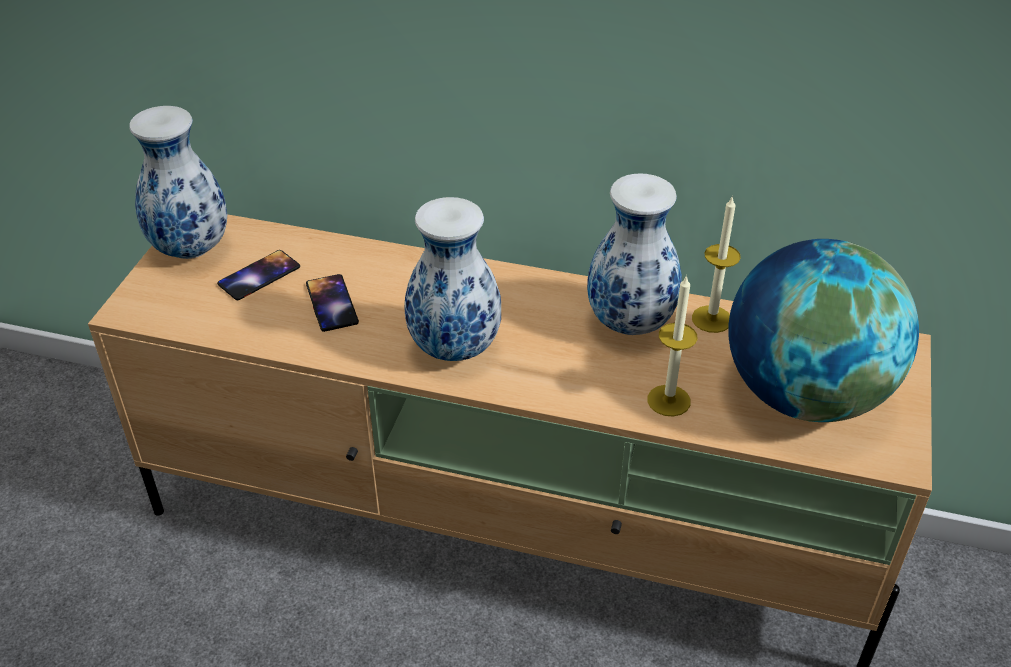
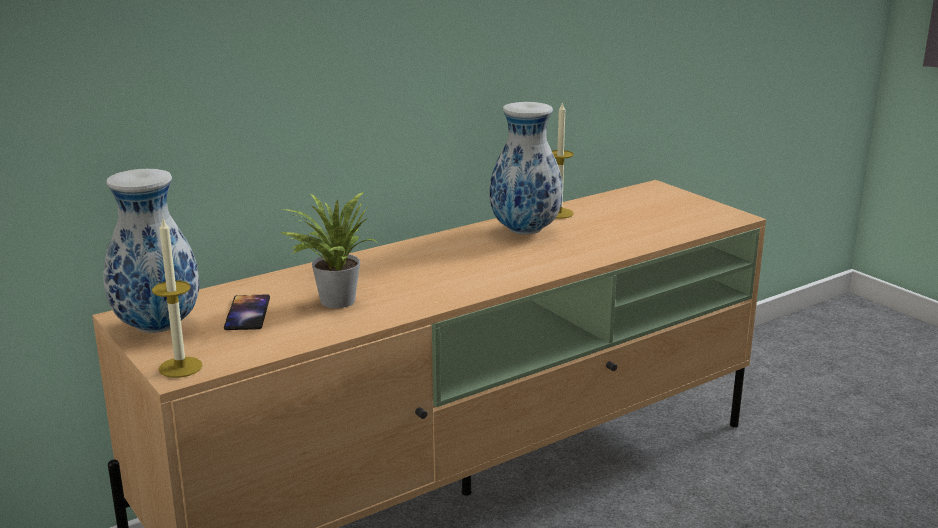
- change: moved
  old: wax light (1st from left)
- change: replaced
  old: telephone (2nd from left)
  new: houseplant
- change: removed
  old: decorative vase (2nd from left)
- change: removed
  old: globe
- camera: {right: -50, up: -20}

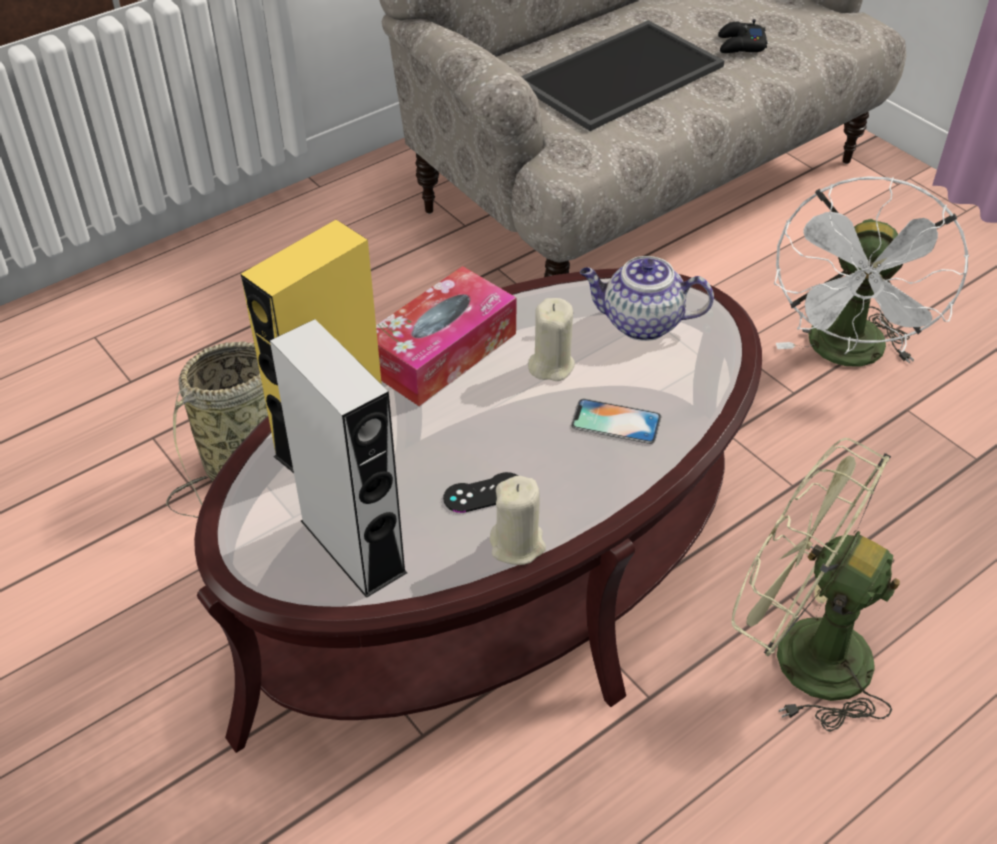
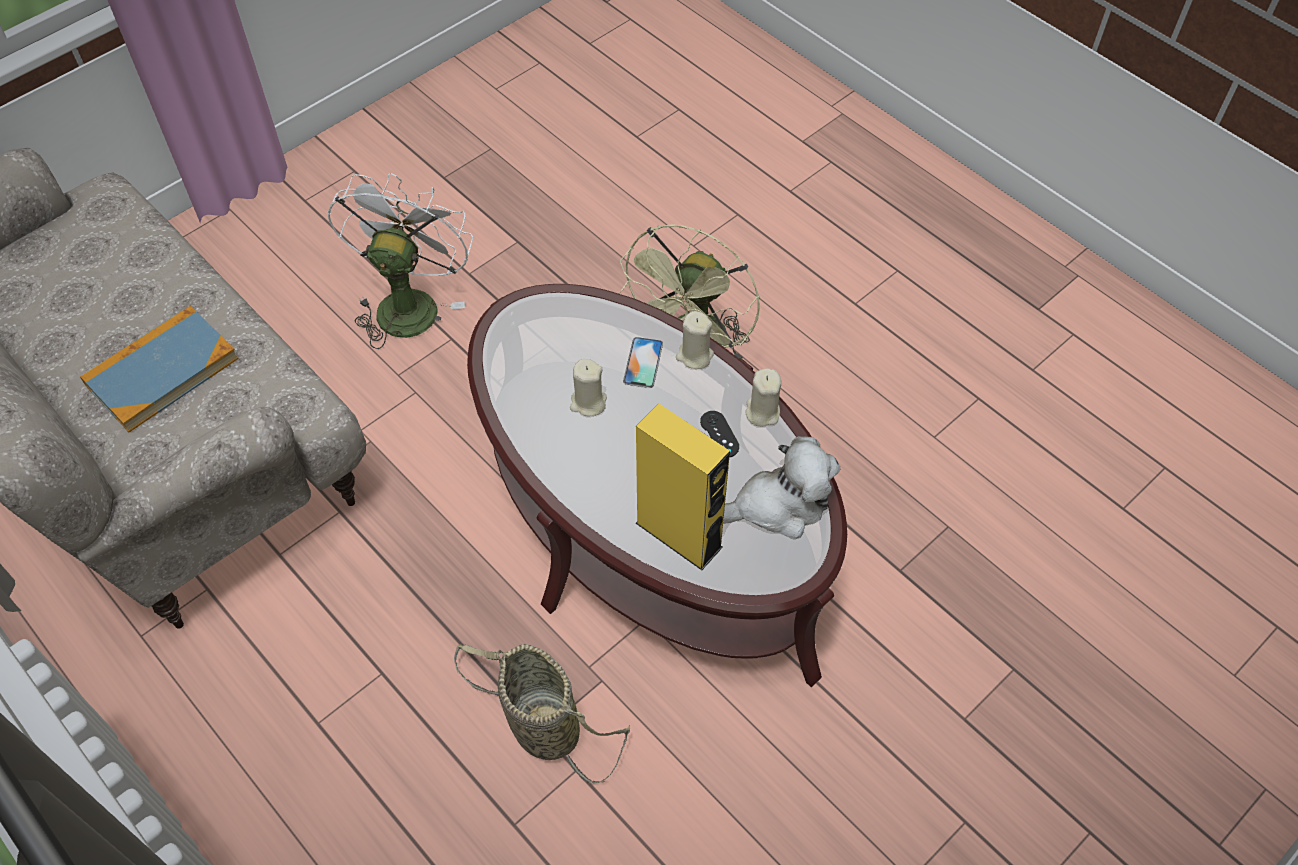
- change: replaced
  old: carrying tray
  new: bound book
- change: turned
  old: electric fan in white-coloured
  degrees: -90
- change: added
  new: wax light in beige (2nd from left)
- change: replaced
  old: speaker in grey
  new: plush toy
- change: removed
  old: tissue box
- change: removed
  old: teapot
- change: removed
  old: joypad in blackish (2nd from left)
- camera: {right: -95, up: 10}

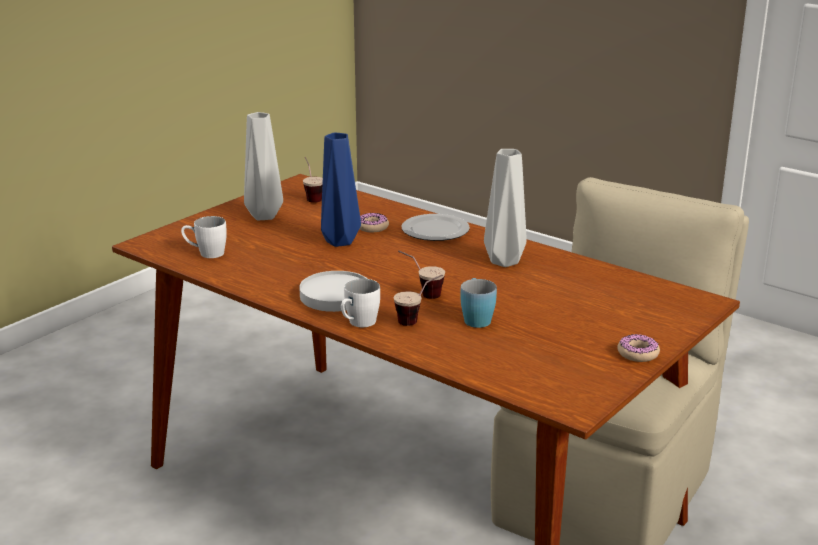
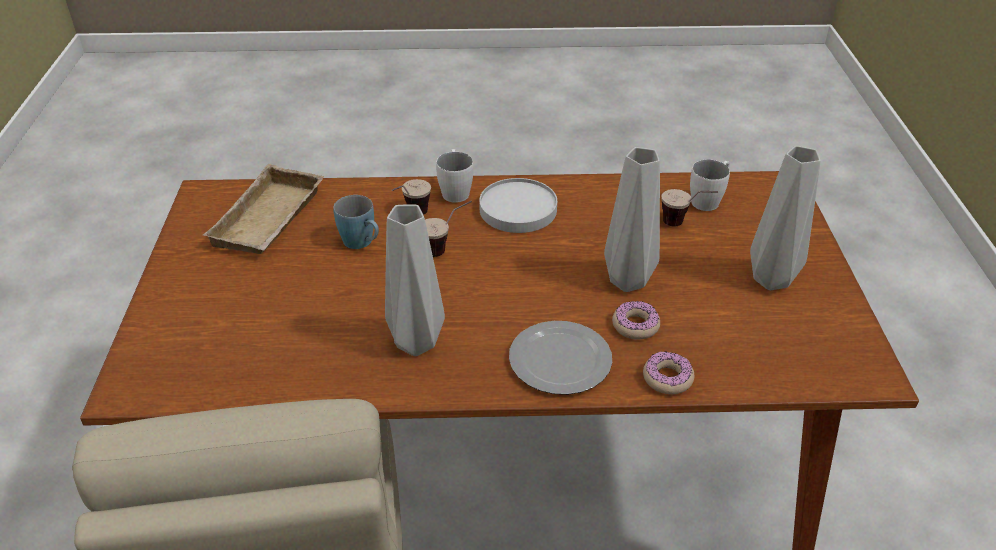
- change: added
  new: carrying tray in beige
- change: recoloured
  old: decorative vase in blue-coloured
  new: decorative vase in grey (2nd from left)
- change: moved
  old: ring doughnut (2nd from left)
- change: moved
  old: drinking cup (1st from left in the first image)
  new: drinking cup (3rd from left)
- camera: {right: 140, up: 15}

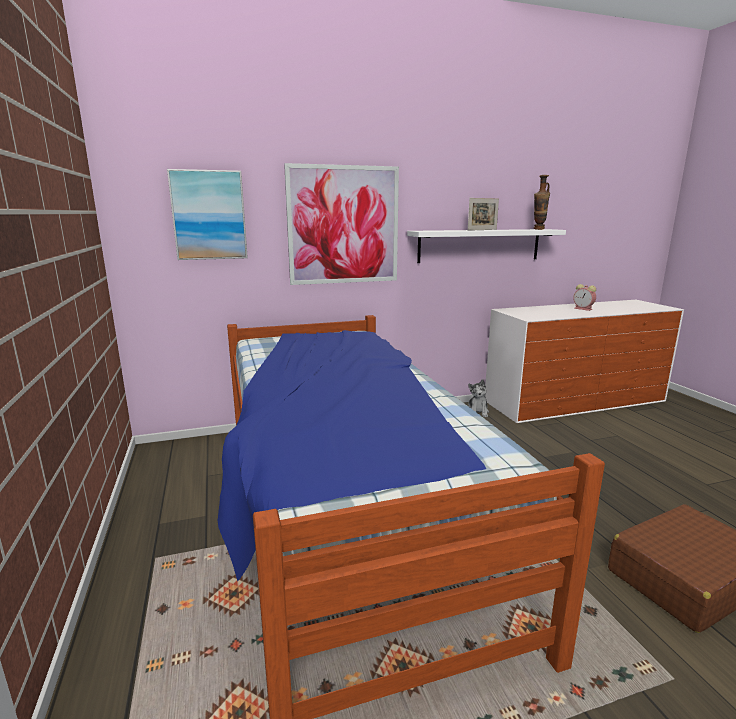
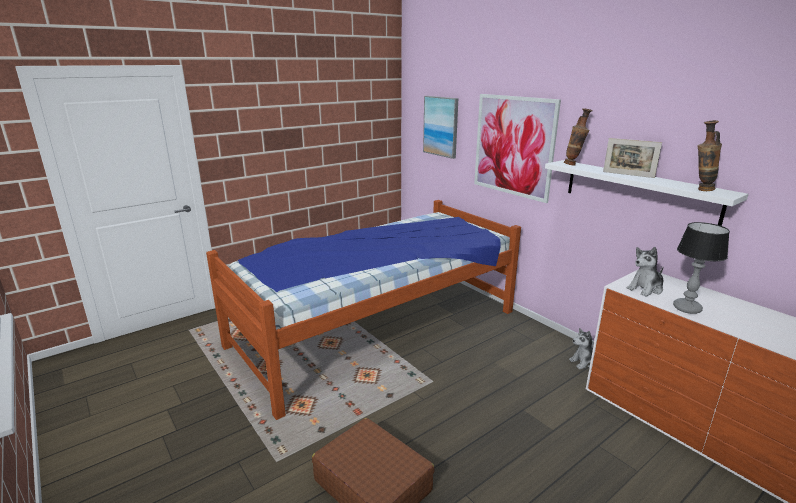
- change: added
  new: decorative vase (1st from left)
- change: added
  new: plush toy (2nd from left)
- change: added
  new: lamp for a table
- change: removed
  old: bedside clock
- camera: {right: 70, up: 5}

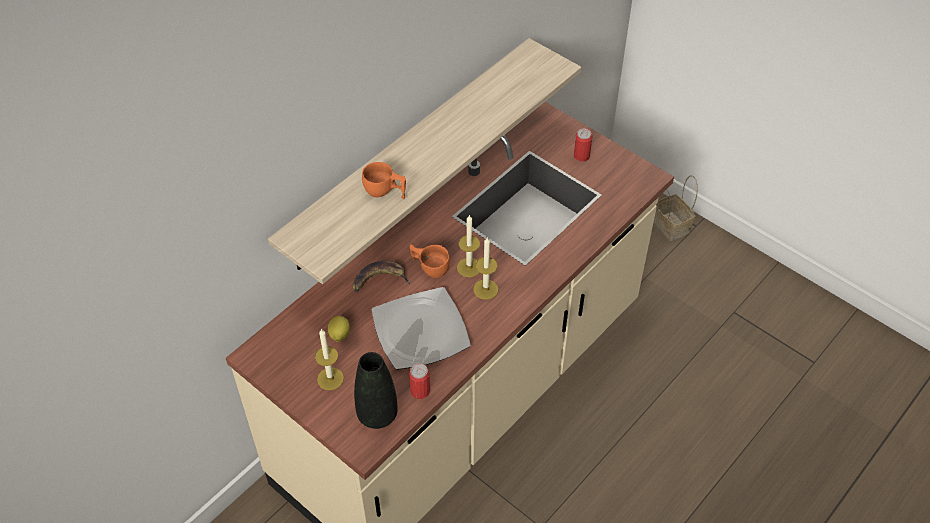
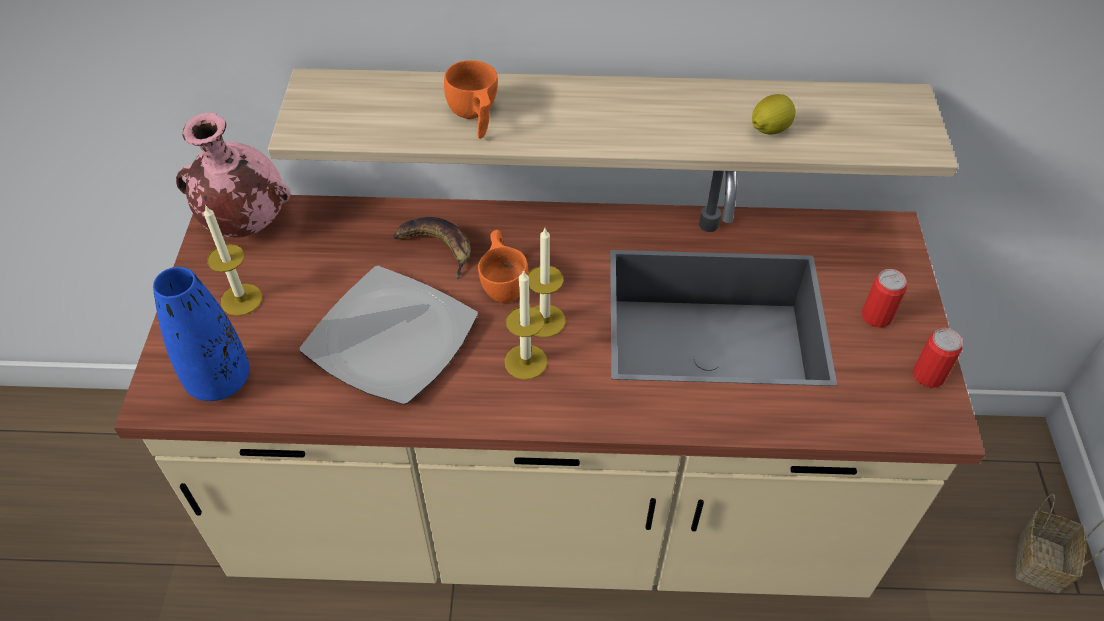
- change: recoloured
  old: decorative vase in blackish
  new: decorative vase in blue-coloured
- change: added
  new: decorative vase in pink-coloured
- change: moved
  old: lemon
- change: moved
  old: metal can (1st from left in the first image)
  new: metal can (2nd from left)
- camera: {right: 50, up: 0}

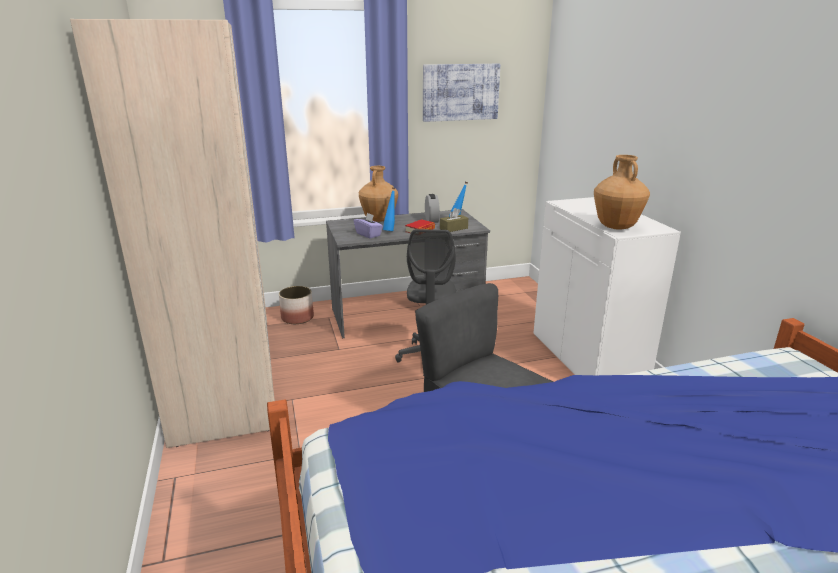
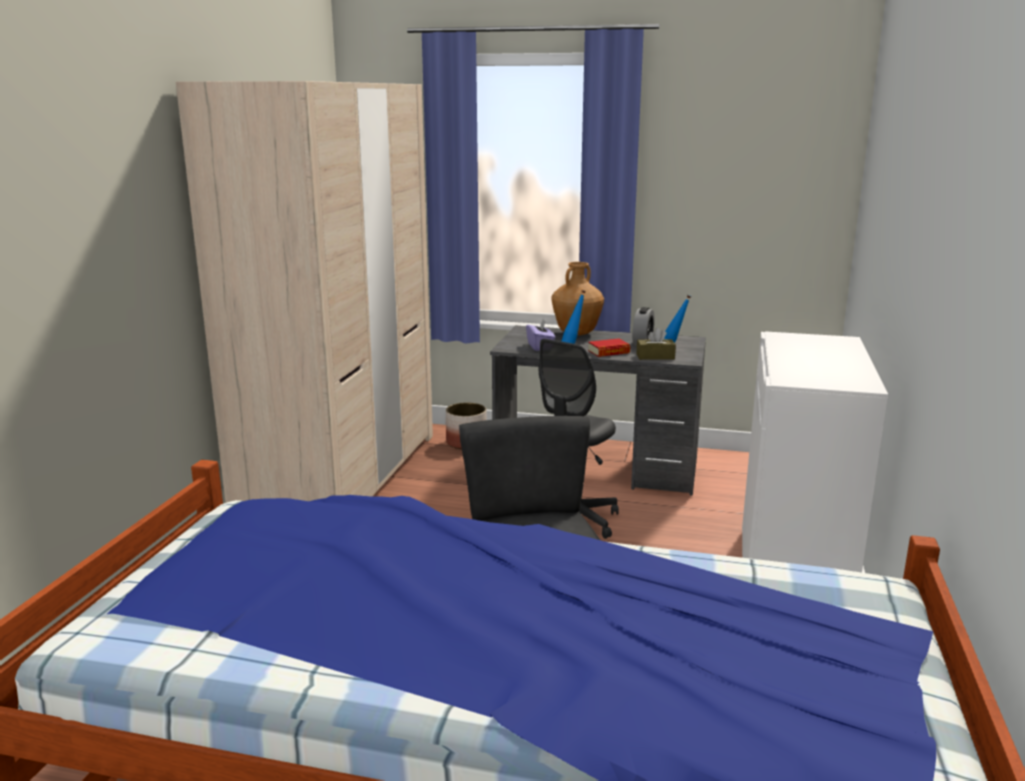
- change: removed
  old: wall picture
- change: removed
  old: decorative vase in brown (2nd from left)
- camera: {right: 30, up: -5}

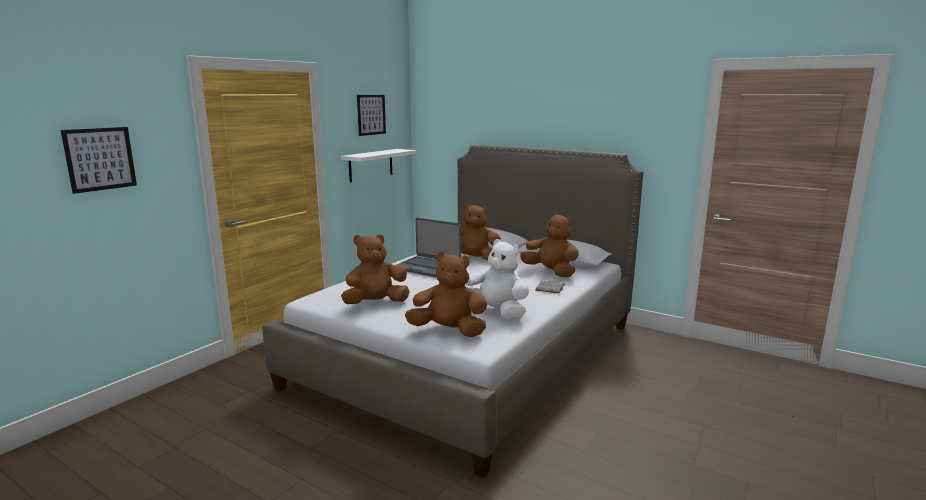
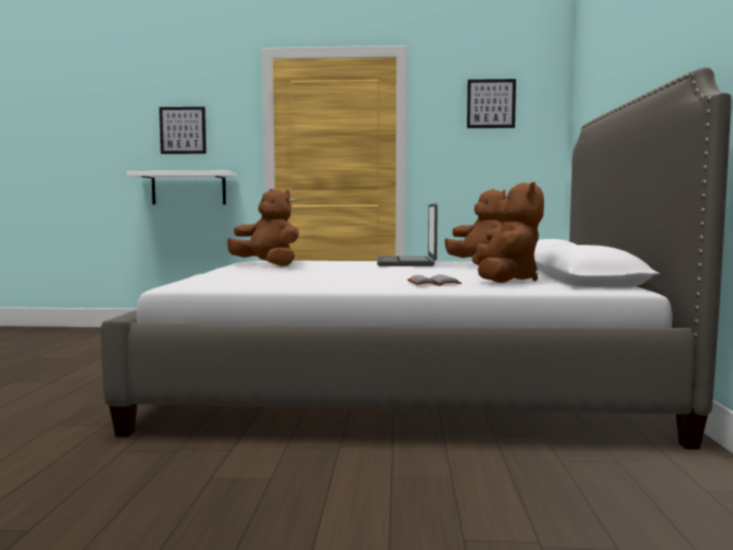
- change: moved
  old: wall shelf in white-coloured
- change: removed
  old: plush toy in brown (2nd from left)
- change: removed
  old: plush toy in white-coloured
- camera: {right: 60, up: -10}

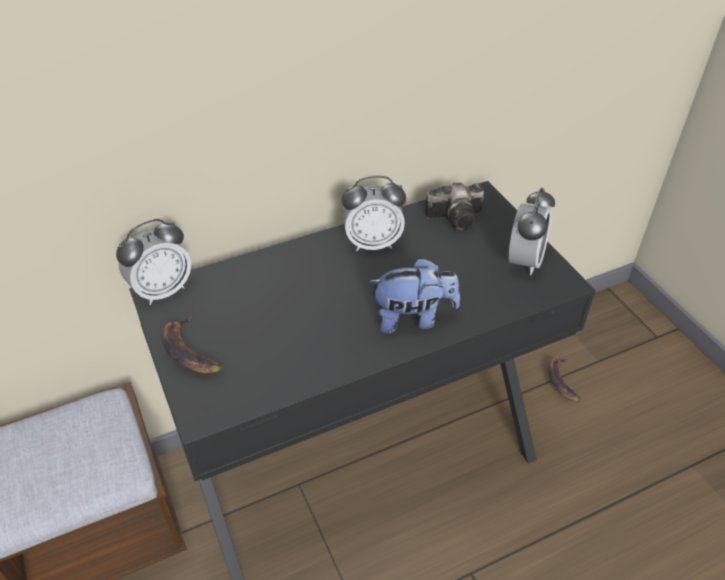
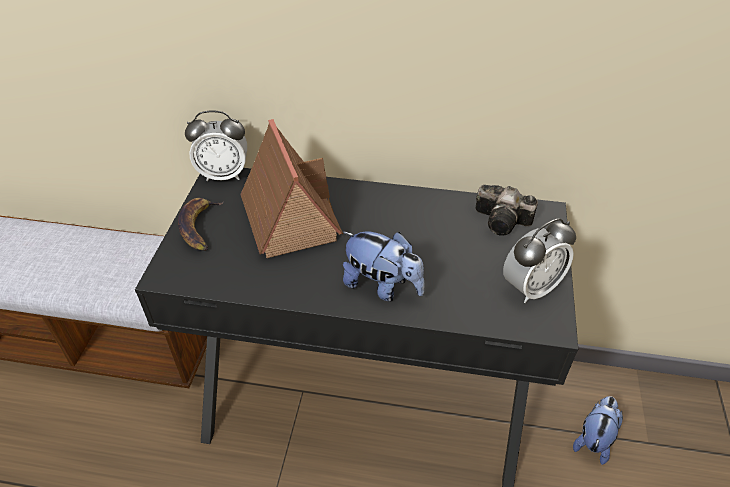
- change: added
  new: miniature house
- change: replaced
  old: whole banana (2nd from left)
  new: plush toy (2nd from left)
- change: removed
  old: bedside clock (2nd from left)
- camera: {right: 35, up: 0}

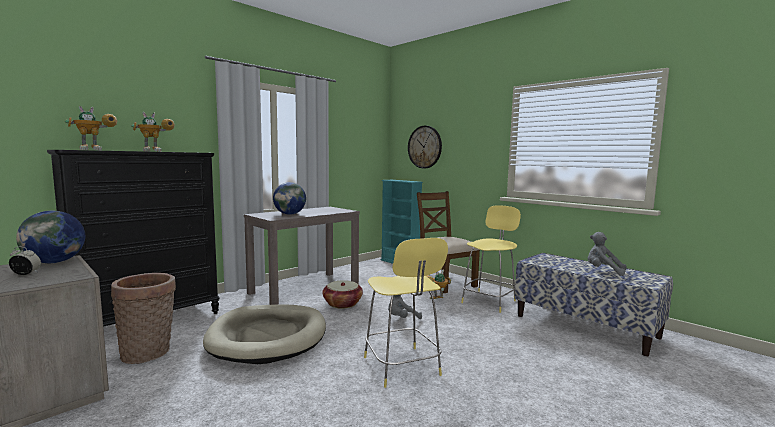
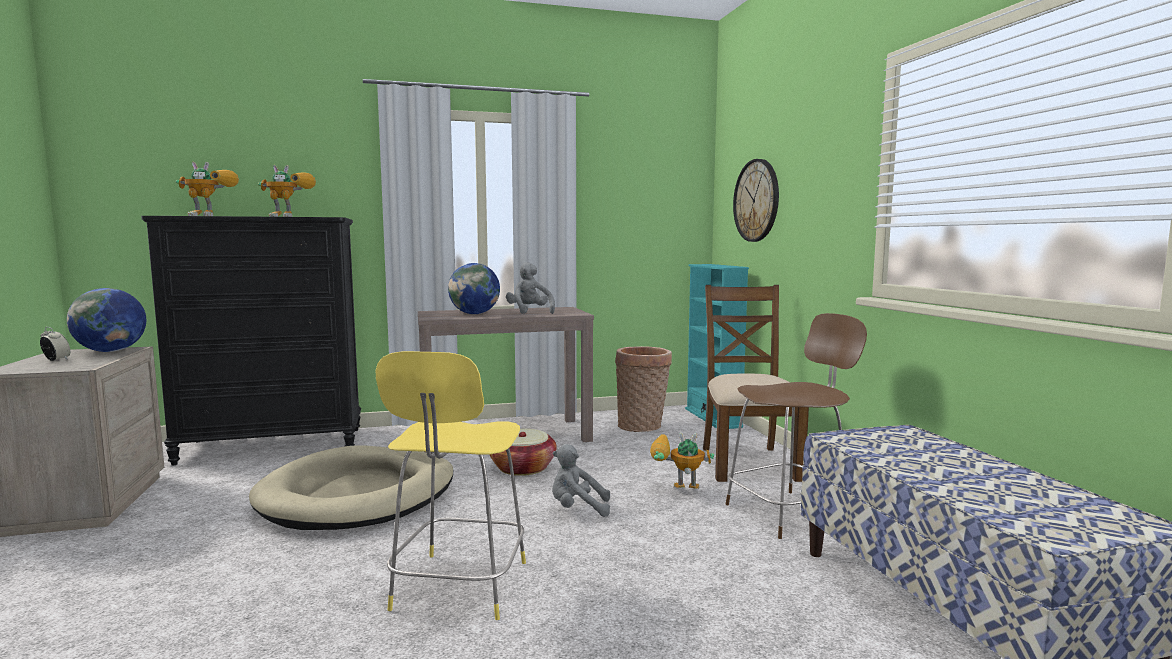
- change: moved
  old: plush toy in grey (2nd from left in the first image)
  new: plush toy in grey (1st from left)
- change: moved
  old: household basket (1st from left in the first image)
  new: household basket (2nd from left)
- change: recoloured
  old: stool seat in yellow-coloured (2nd from left)
  new: stool seat in brown
- camera: {right: 30, up: 0}

